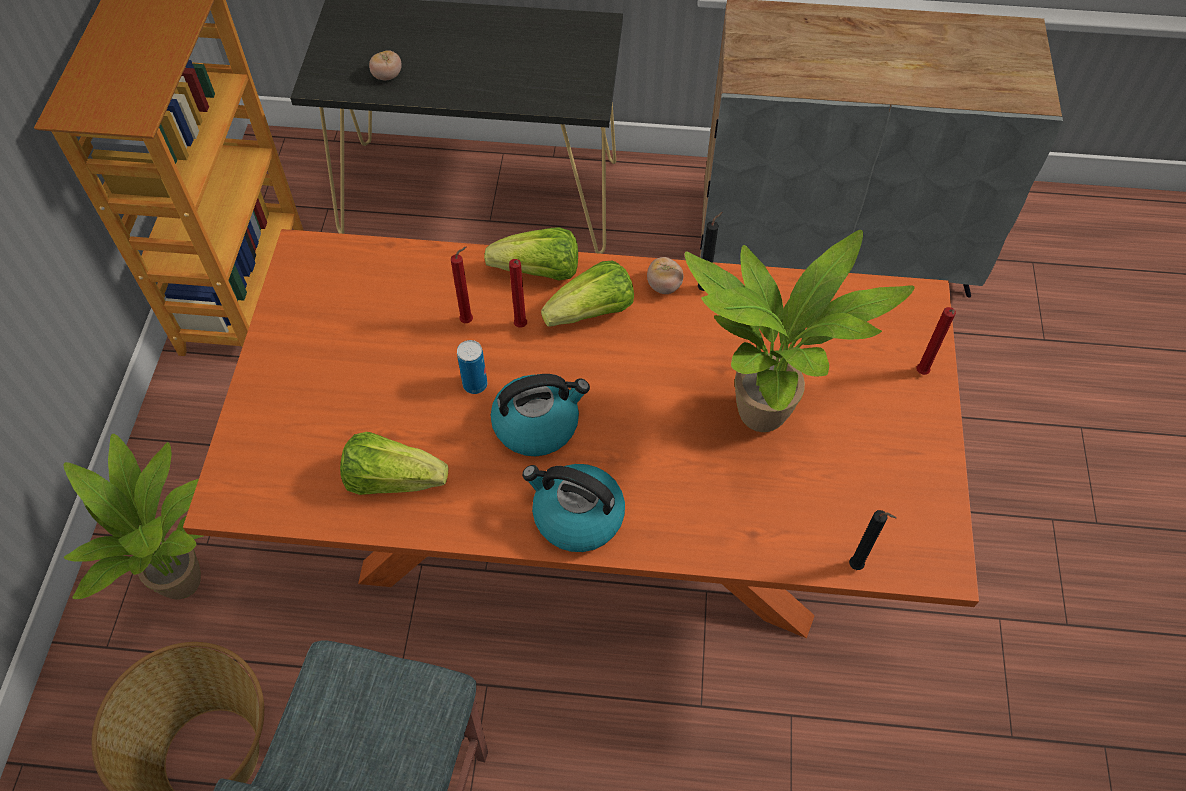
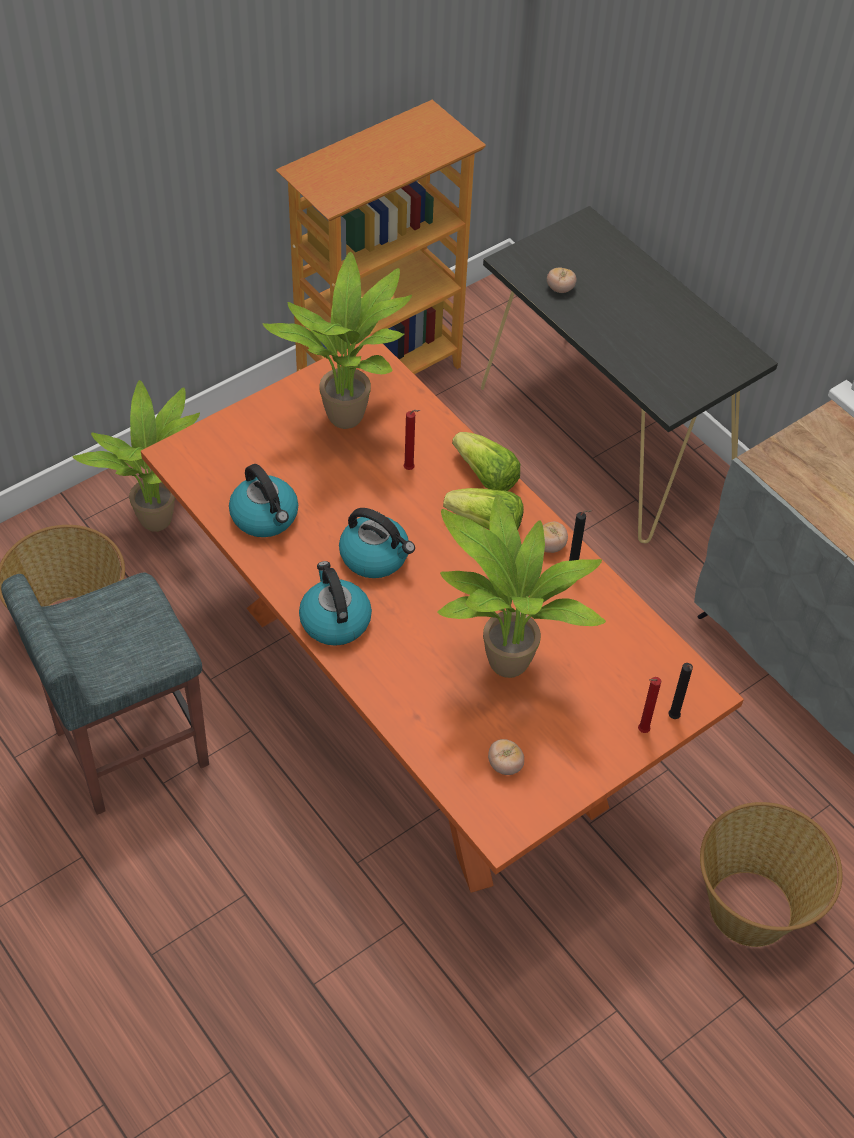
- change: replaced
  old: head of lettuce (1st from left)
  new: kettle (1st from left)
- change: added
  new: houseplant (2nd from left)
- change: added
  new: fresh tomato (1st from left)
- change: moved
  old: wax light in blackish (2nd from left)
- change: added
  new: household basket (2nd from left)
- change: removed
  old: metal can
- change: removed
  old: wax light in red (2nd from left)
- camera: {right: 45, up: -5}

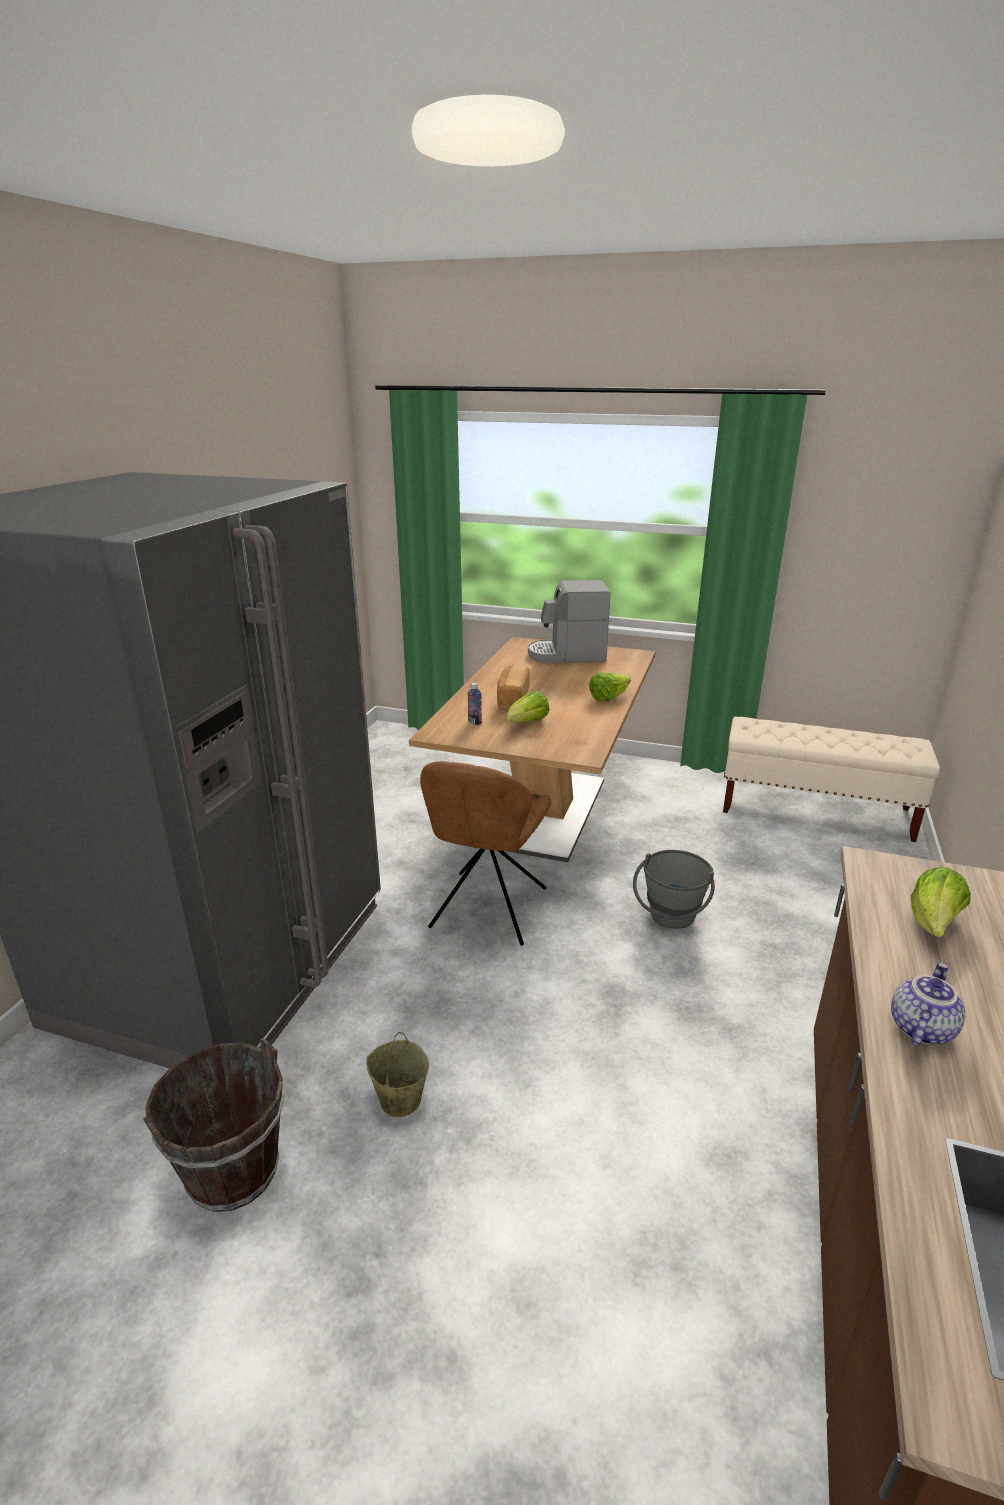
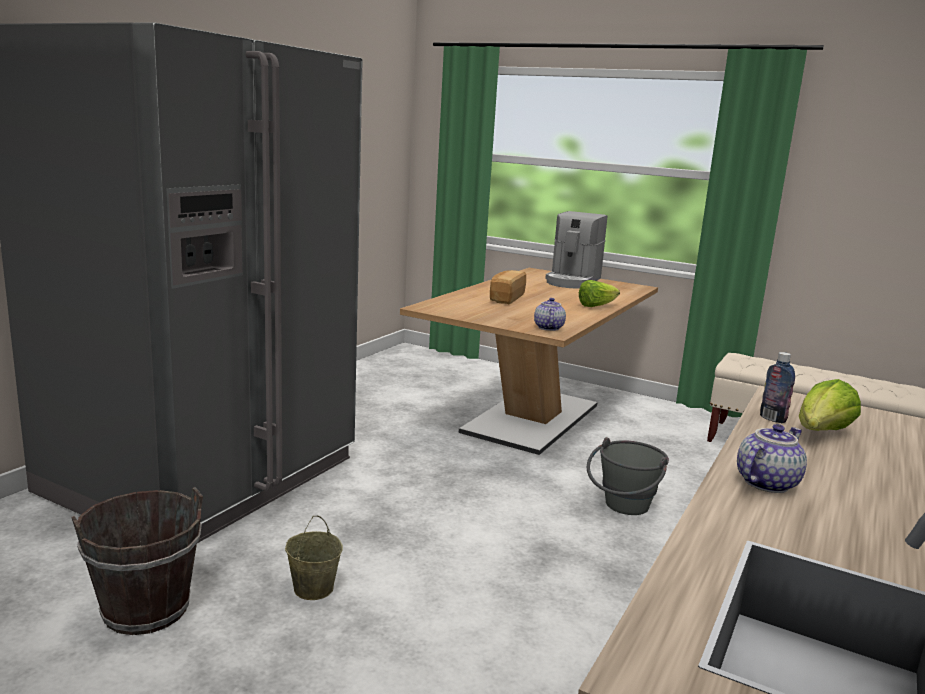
- change: added
  new: teapot (1st from left)
- change: turned
  old: coffee brewer
  degrees: -75
- change: moved
  old: beverage bottle
- change: removed
  old: chair in brown
- change: removed
  old: head of lettuce (1st from left)
- camera: {right: 10, up: -10}

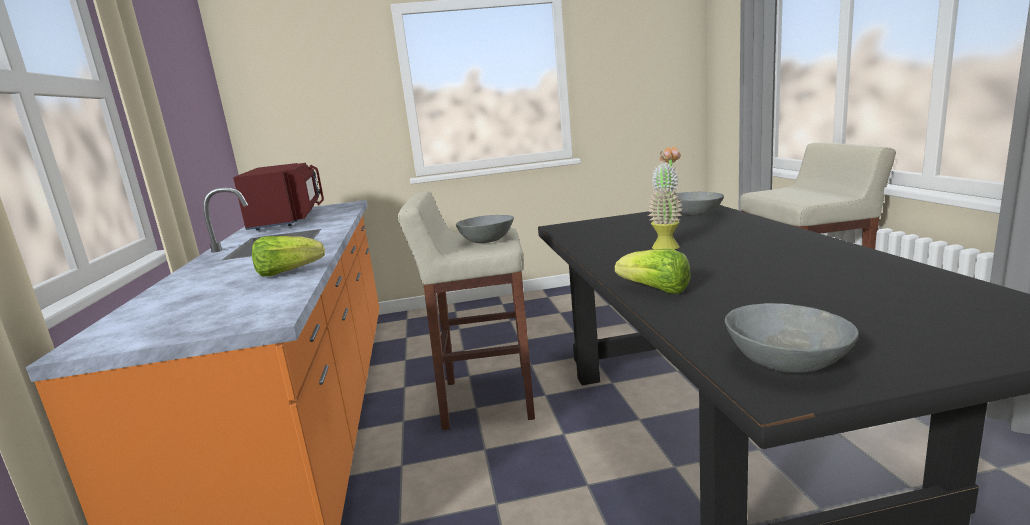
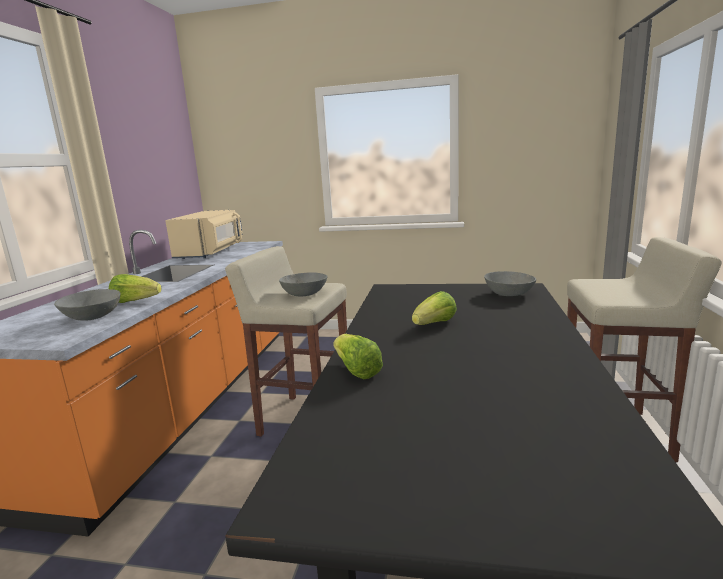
- change: moved
  old: bowl in grey (3rd from left in the first image)
  new: bowl in grey (1st from left)
- change: recoloured
  old: microwave oven in red
  new: microwave oven in beige
- change: replaced
  old: houseplant
  new: head of lettuce (3rd from left)
- camera: {right: 20, up: 0}

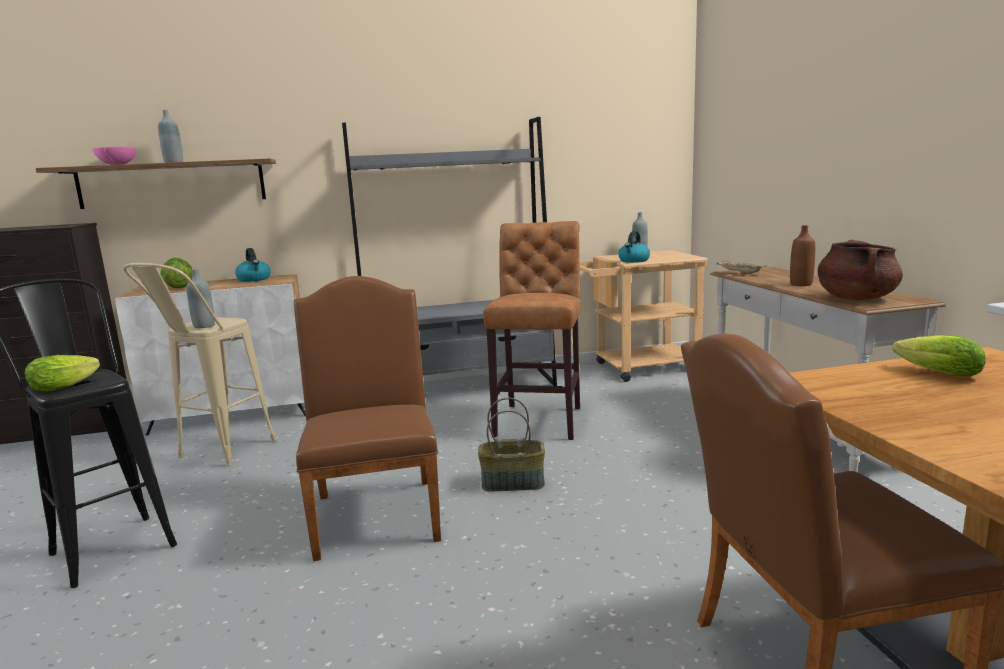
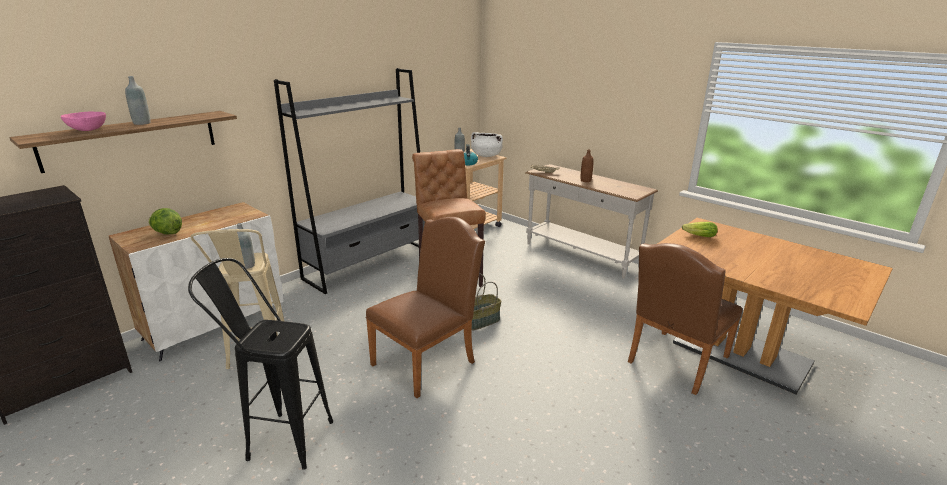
- change: turned
  old: chair in brown (1st from left)
  degrees: 90
- change: added
  new: saucepot in white-coloured
- change: removed
  old: head of lettuce (1st from left)
- change: removed
  old: kettle (1st from left)
- change: removed
  old: saucepot in brown
- camera: {right: -35, up: 10}

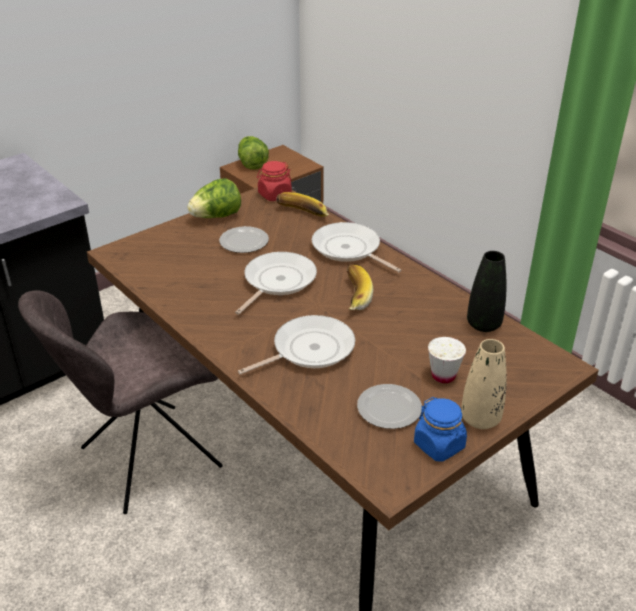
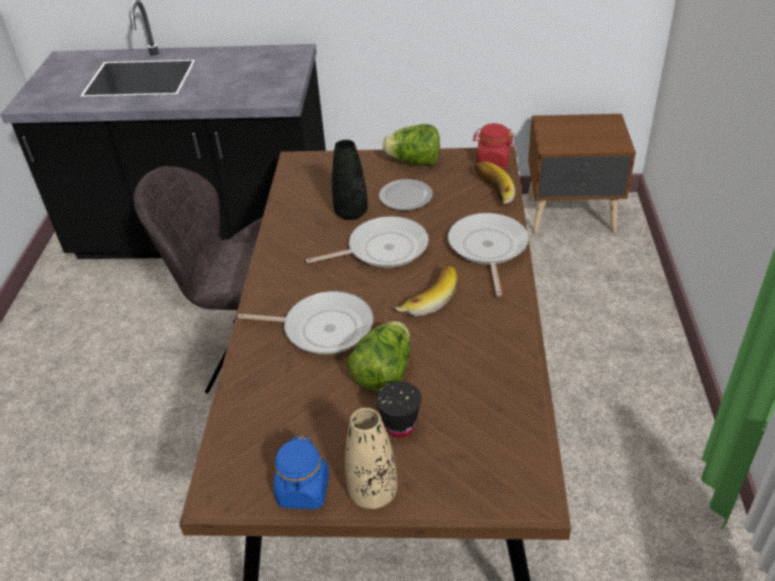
- change: moved
  old: decorative vase in blackish
- change: moved
  old: head of lettuce (2nd from left in the first image)
  new: head of lettuce (1st from left)
- change: recoloured
  old: drinking cup in white-coloured
  new: drinking cup in blackish
- change: removed
  old: plate (2nd from left)
- camera: {right: 45, up: 5}

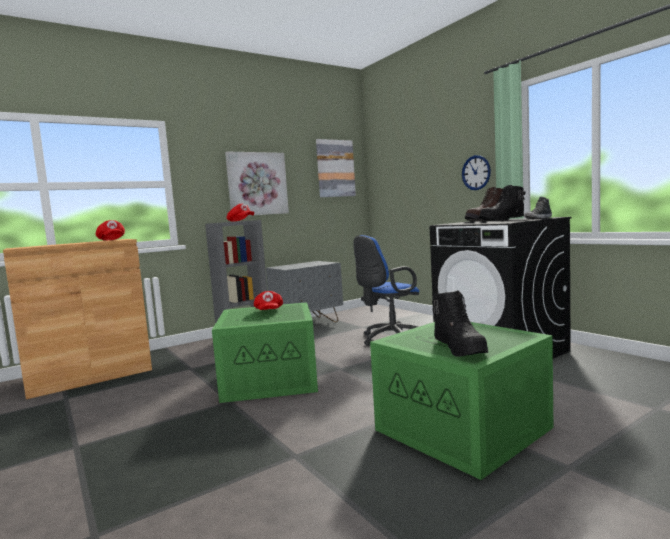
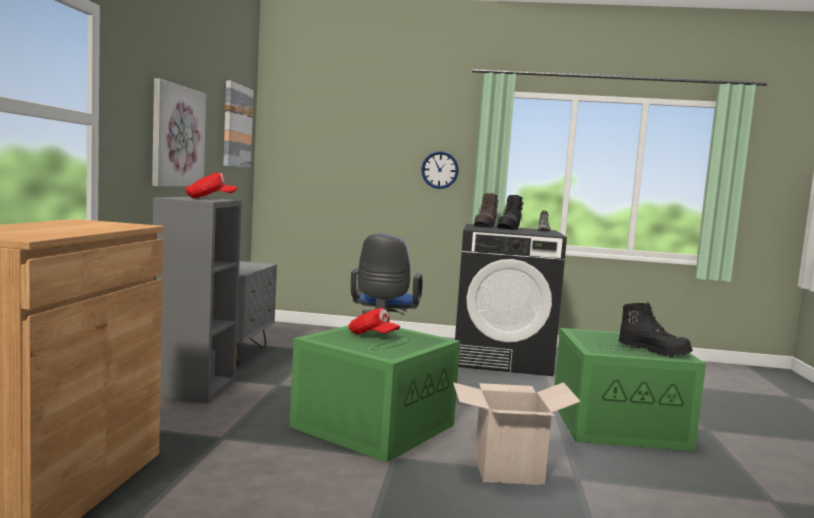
- change: added
  new: carton
- change: removed
  old: cap in red (1st from left)
- camera: {right: -50, up: 0}

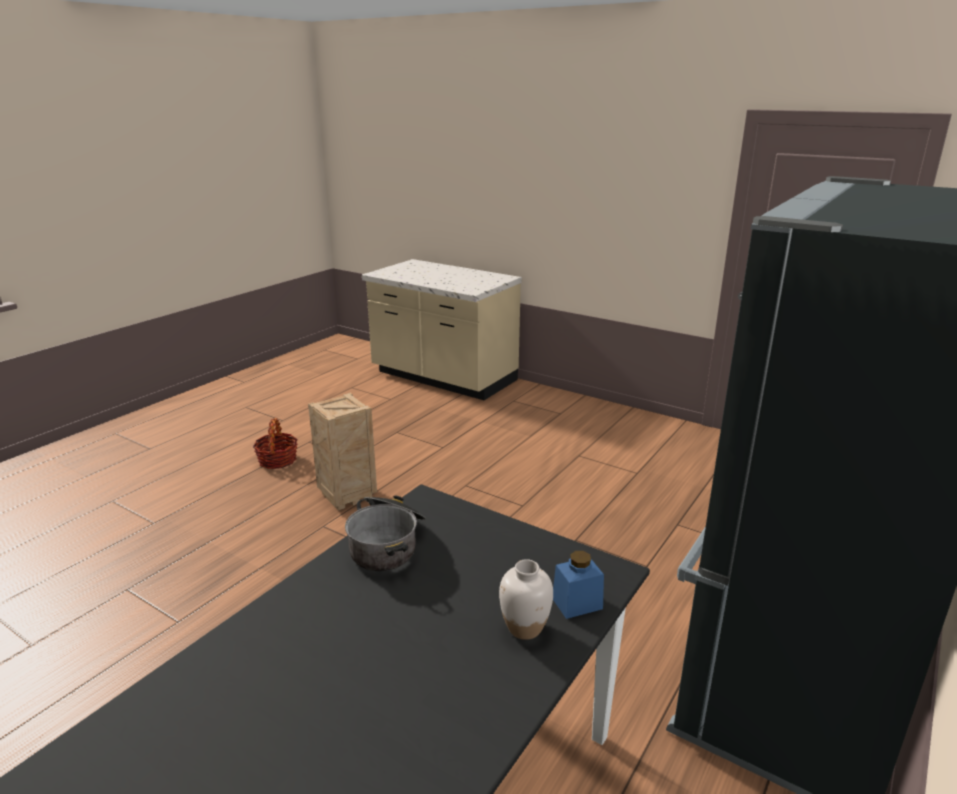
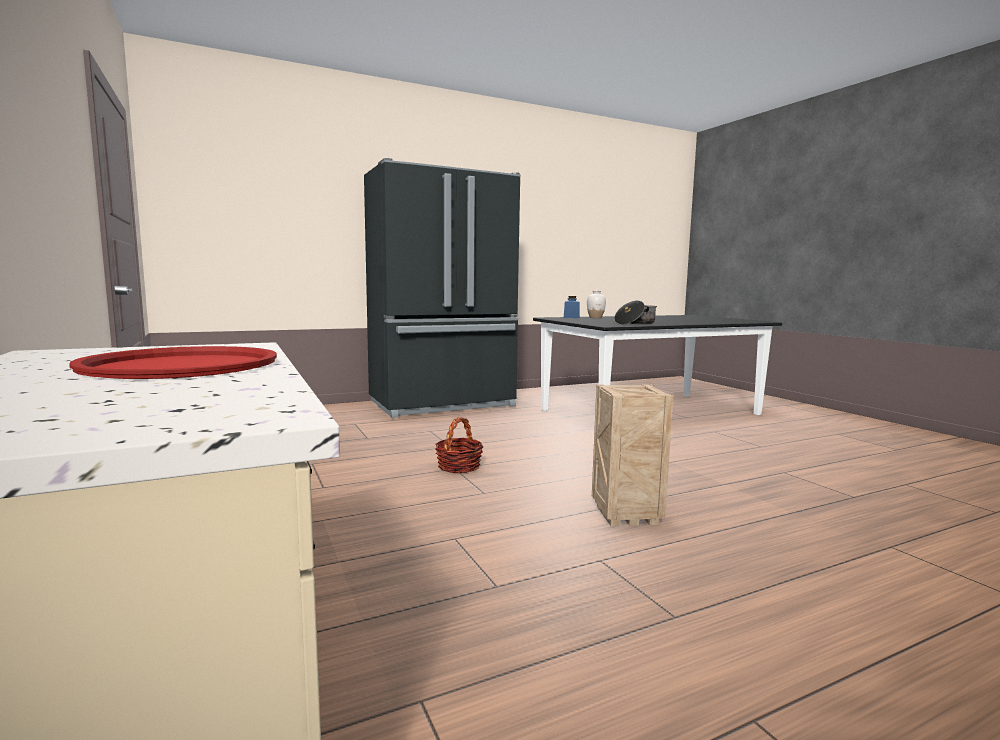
- change: added
  new: carrying tray in red
- change: moved
  old: household basket
- camera: {right: -150, up: -15}

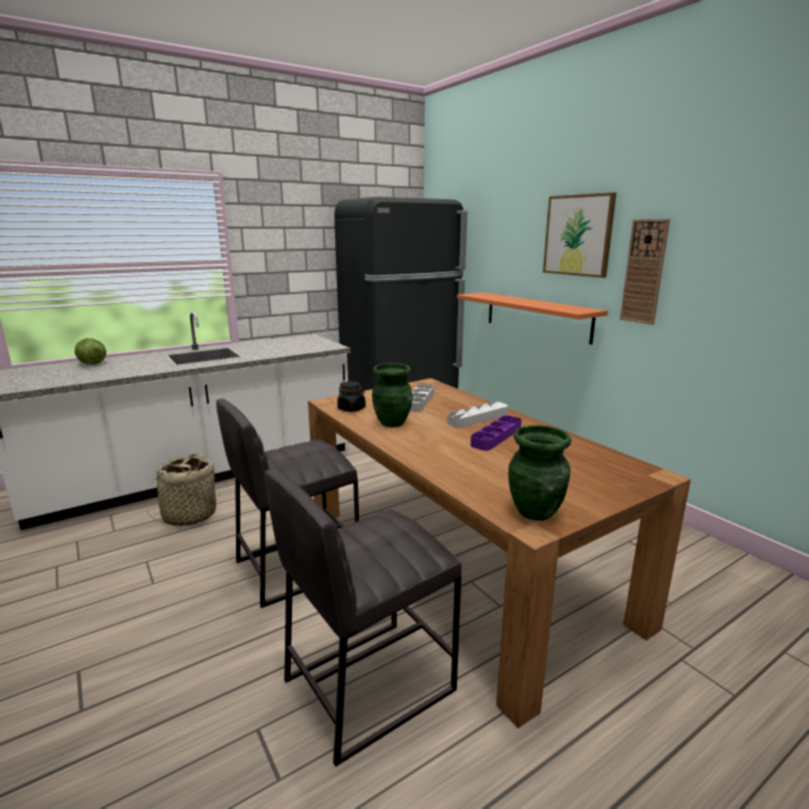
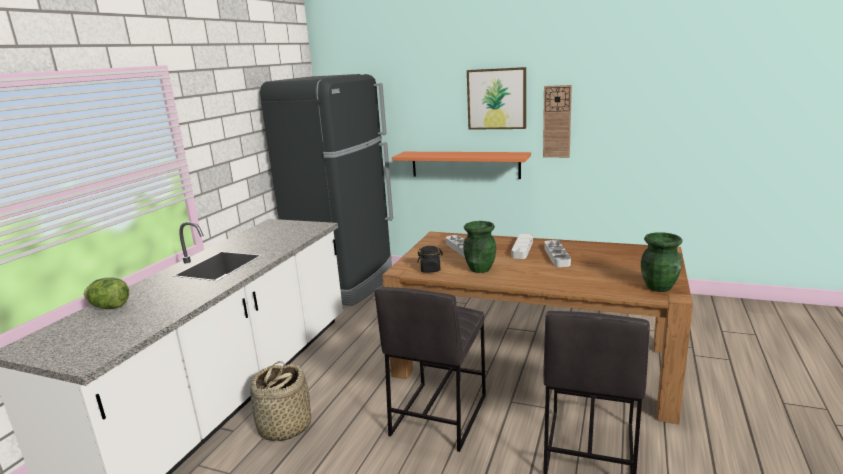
- change: recoloured
  old: carrying tray in purplish
  new: carrying tray in grey (3rd from left)
- camera: {right: -35, up: 0}

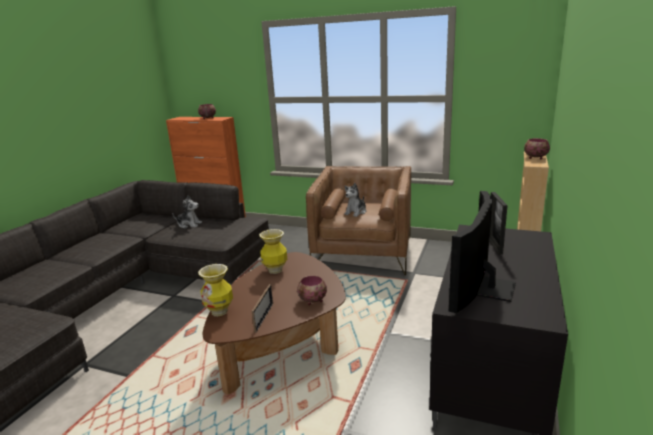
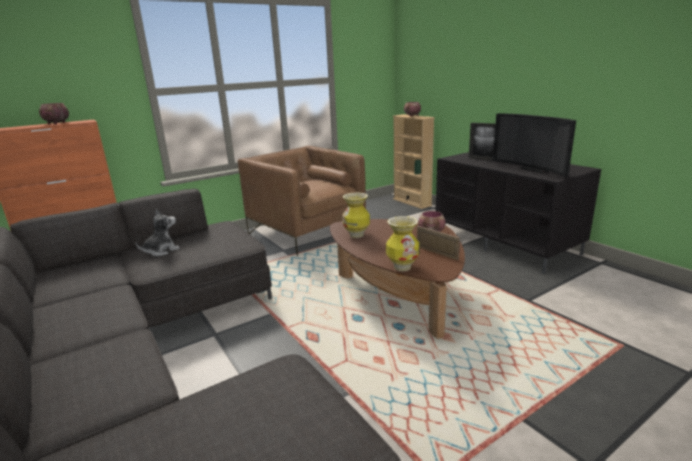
- change: removed
  old: plush toy (2nd from left)
- camera: {right: -55, up: 0}

